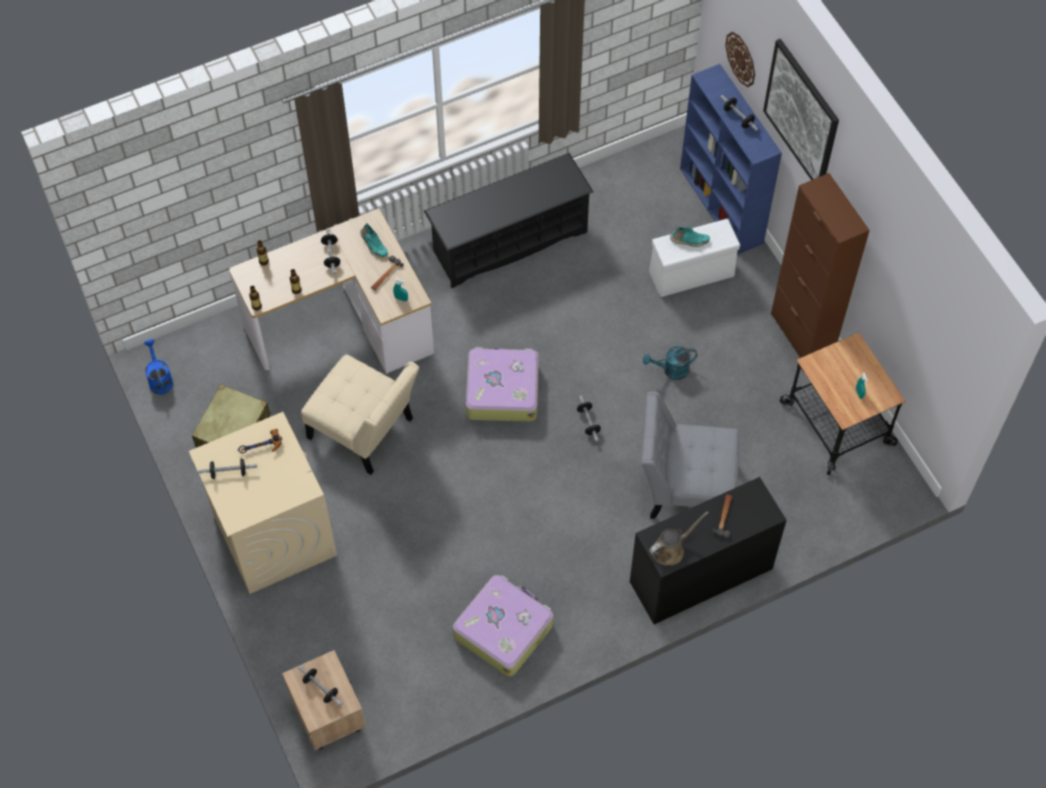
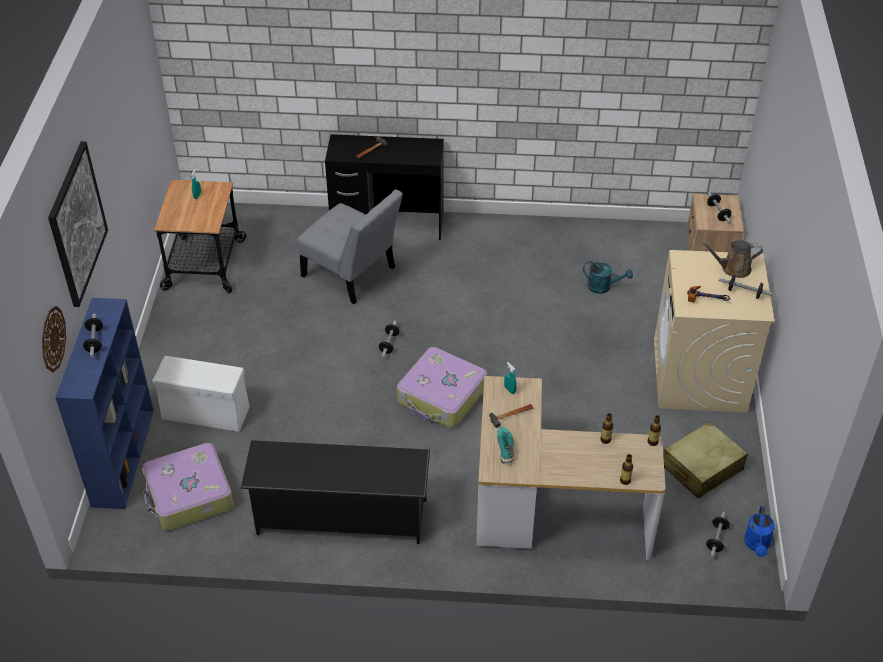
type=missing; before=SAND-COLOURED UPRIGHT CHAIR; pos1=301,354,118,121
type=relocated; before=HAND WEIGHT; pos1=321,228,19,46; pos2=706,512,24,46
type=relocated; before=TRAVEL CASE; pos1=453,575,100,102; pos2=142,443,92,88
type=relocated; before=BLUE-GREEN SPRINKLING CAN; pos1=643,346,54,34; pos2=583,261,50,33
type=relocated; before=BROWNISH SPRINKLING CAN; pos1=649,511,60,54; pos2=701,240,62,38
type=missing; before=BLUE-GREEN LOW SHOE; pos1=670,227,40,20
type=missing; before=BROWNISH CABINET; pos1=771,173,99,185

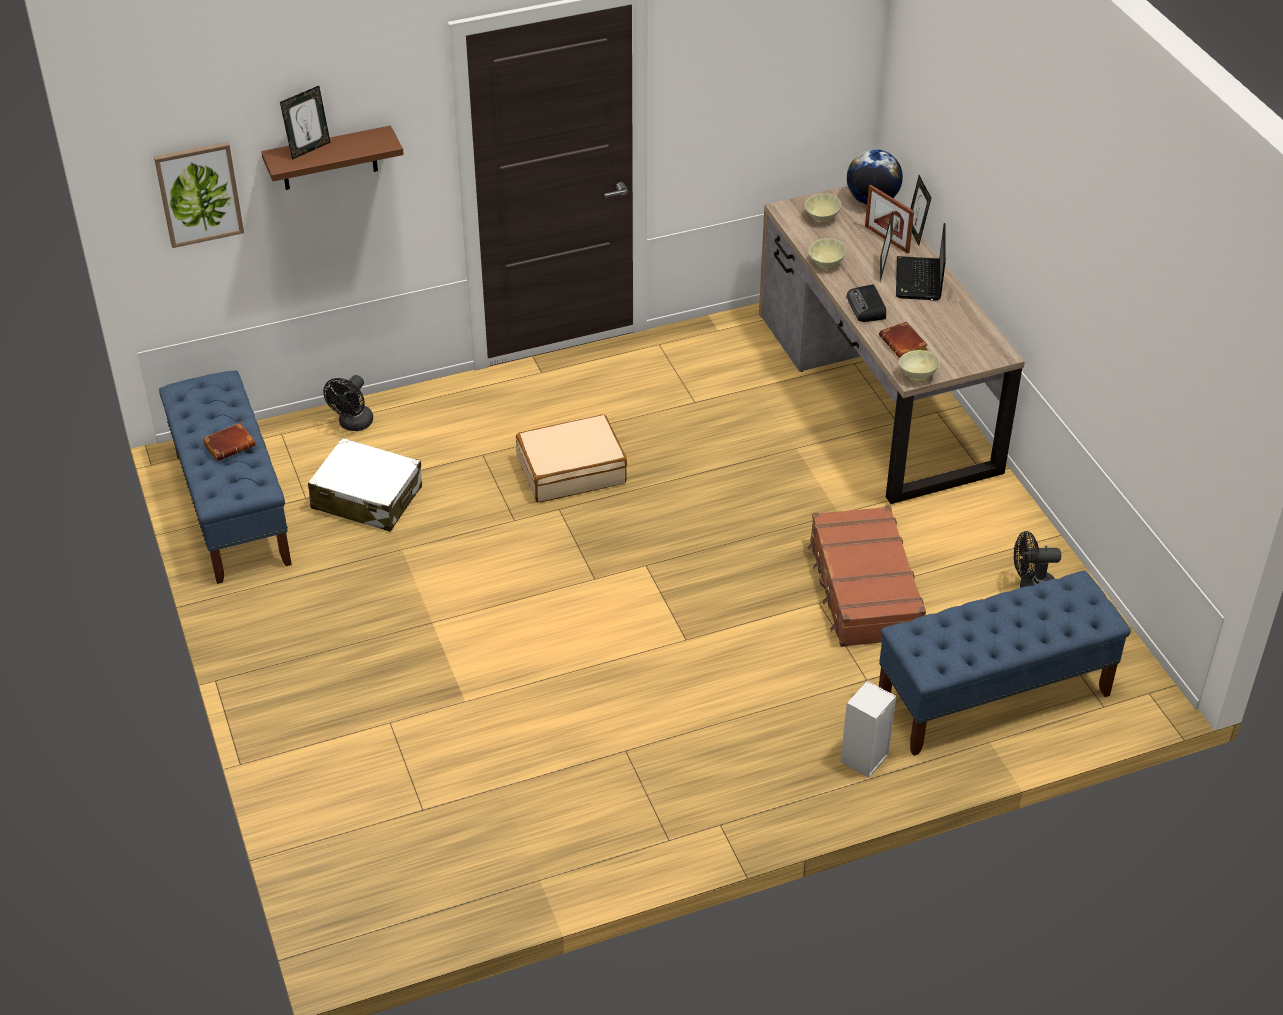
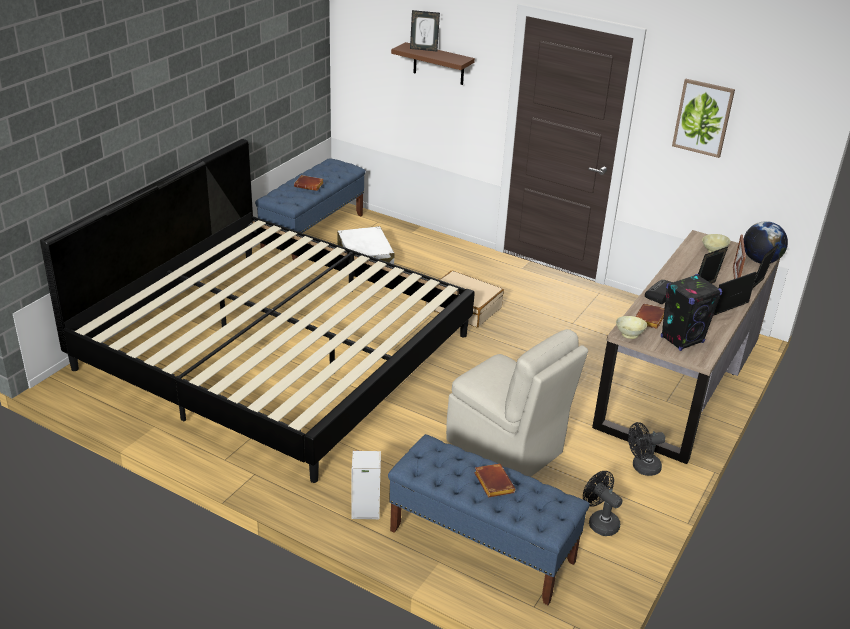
type=relocated; before=WALL PICTURE; pos1=154,142,90,106; pos2=672,79,63,79
type=relocated; before=BLACK ELECTRIC FAN; pos1=323,375,50,56; pos2=628,422,37,54
type=exchanged; before=BROWNISH TRAVEL CASE; after=SAND-COLOURED UPRIGHT CHAIR; pos1=807,506,119,141; pos2=446,329,142,148
type=missing; before=SAND-COLOURED DEEP DISH; pos1=809,238,37,31
type=appeared; after=BED; pos2=40,139,435,344
type=appeared; after=BROWNISH VOLUME; pos2=474,464,42,34
type=appeared; after=BLACK AUDIO SPEAKER; pos2=661,274,61,77

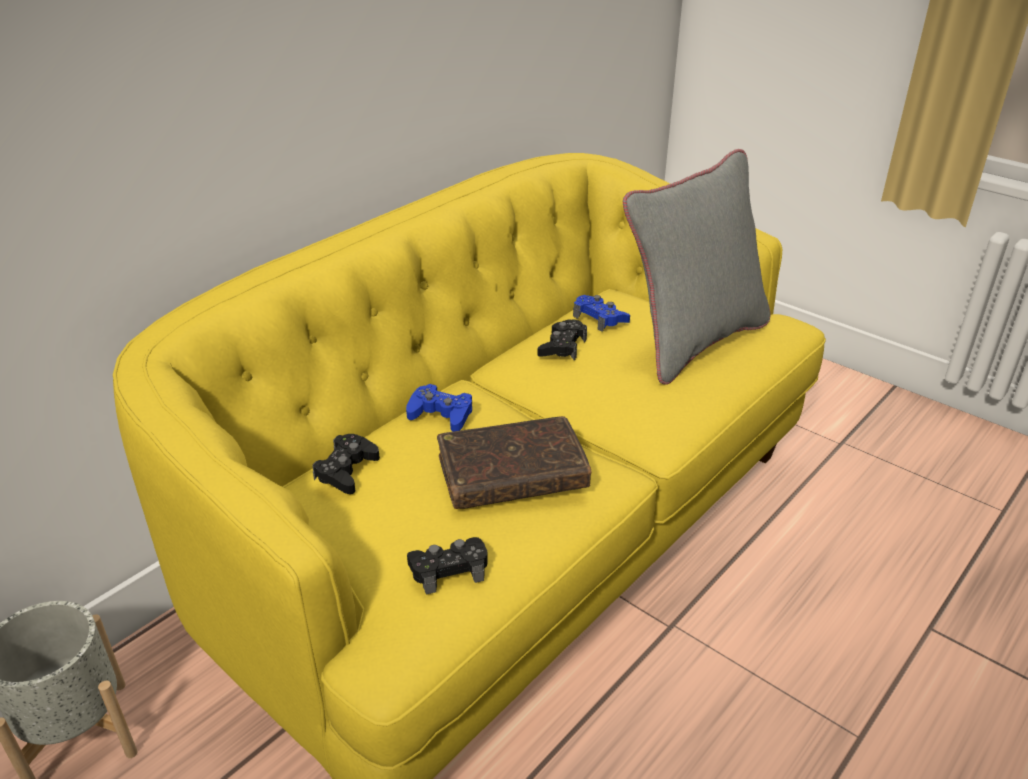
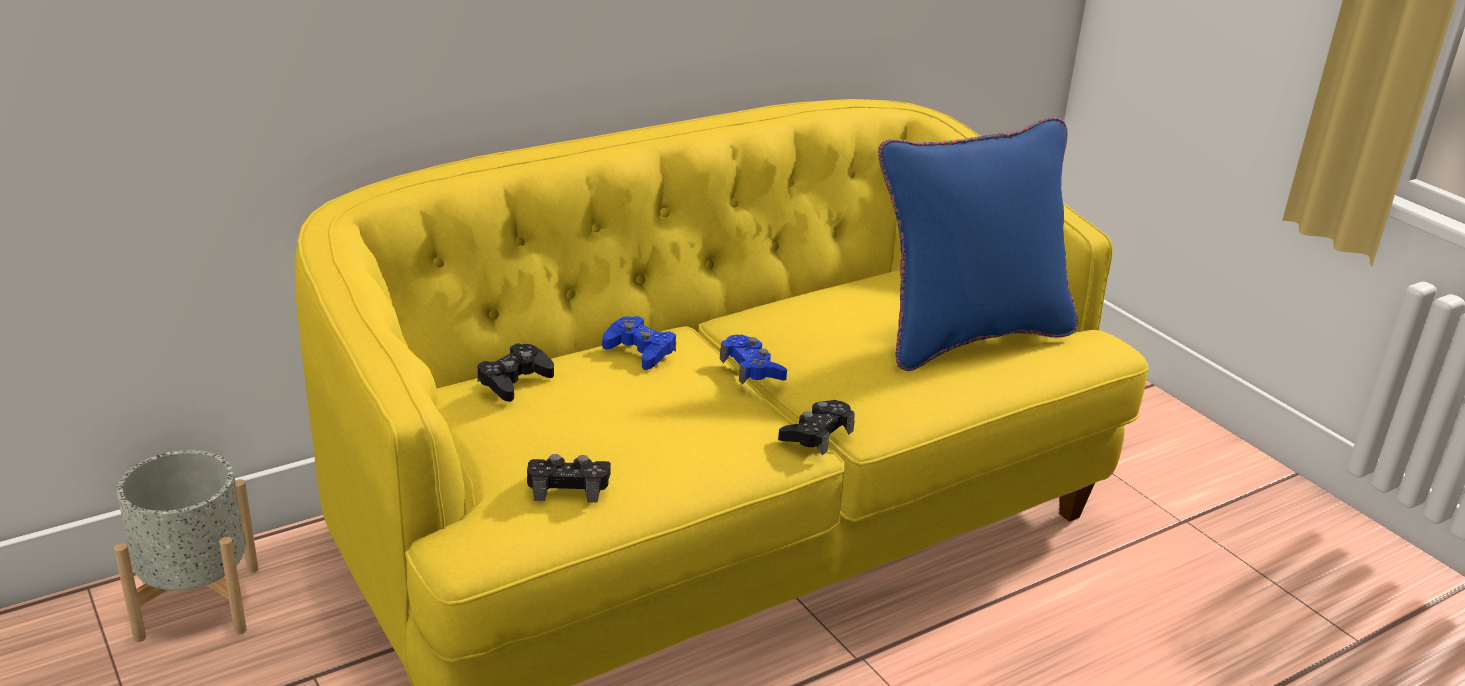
type=missing; before=BROWNISH VOLUME; pos1=437,416,155,93
type=relocated; before=BLACK JOYPAD; pos1=538,319,49,42; pos2=778,400,77,55
type=relocated; before=BLUE-COLOURED JOYPAD; pos1=573,295,57,37; pos2=720,334,67,51
type=colour; before=GREYISH CUSHION; after=BLUE-COLOURED CUSHION; pos1=623,149,148,236; pos2=878,117,200,254

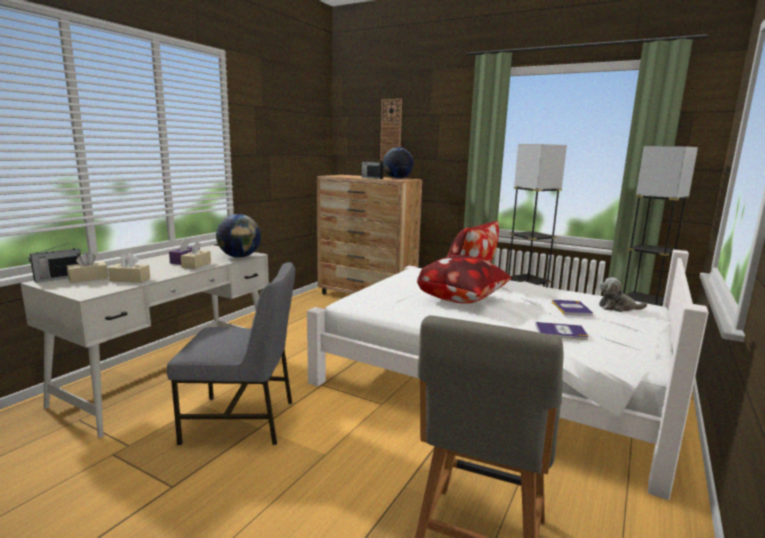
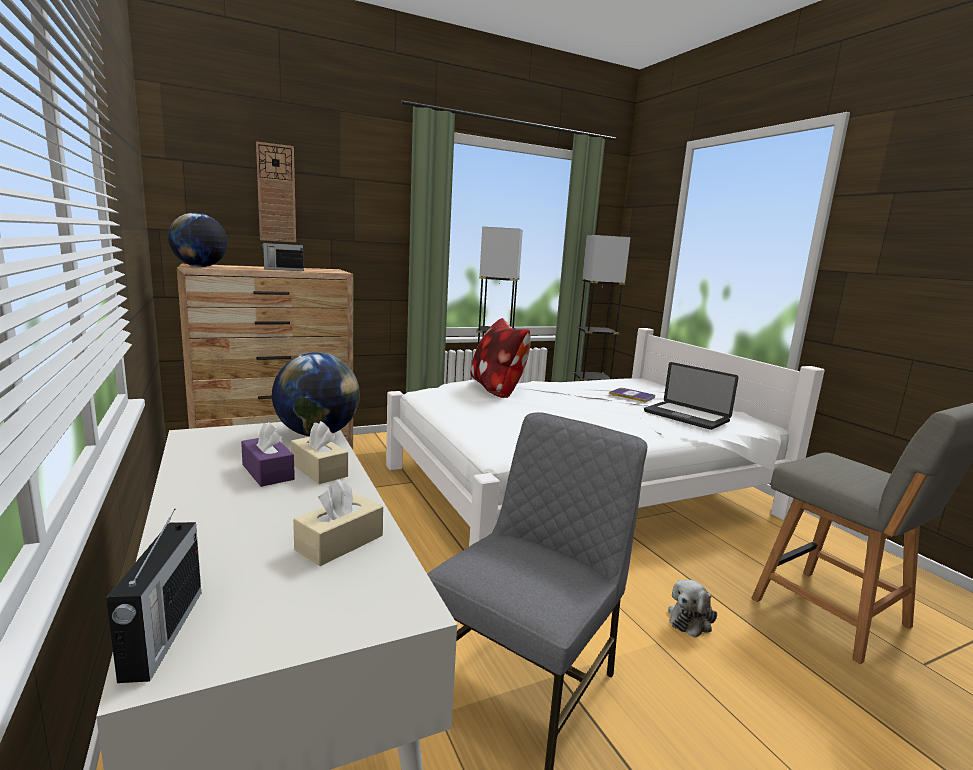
type=missing; before=SAND-COLOURED TISSUE BOX; pos1=67,252,41,31
type=relocated; before=GLOBE; pos1=383,147,31,32; pos2=168,213,59,54
type=missing; before=CUSHION; pos1=417,255,95,49
type=exchanged; before=VOLUME; after=LAPTOP; pos1=535,322,53,18; pos2=644,362,94,68
type=relocated; before=CUDDLY TOY; pos1=599,277,48,35; pos2=668,580,49,58

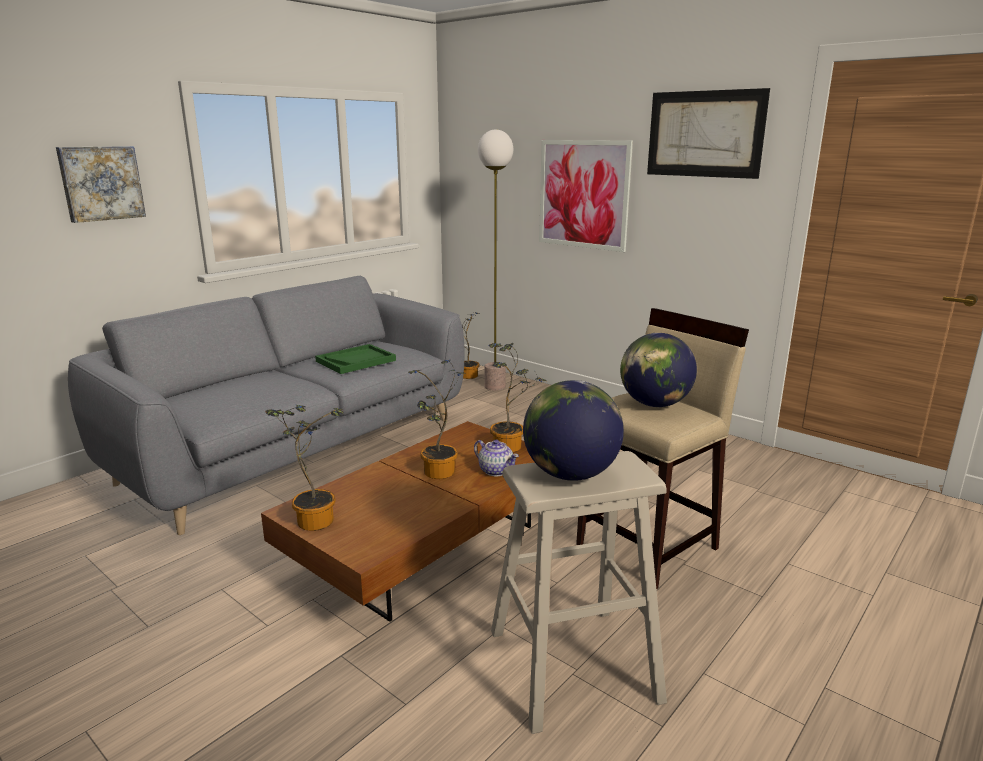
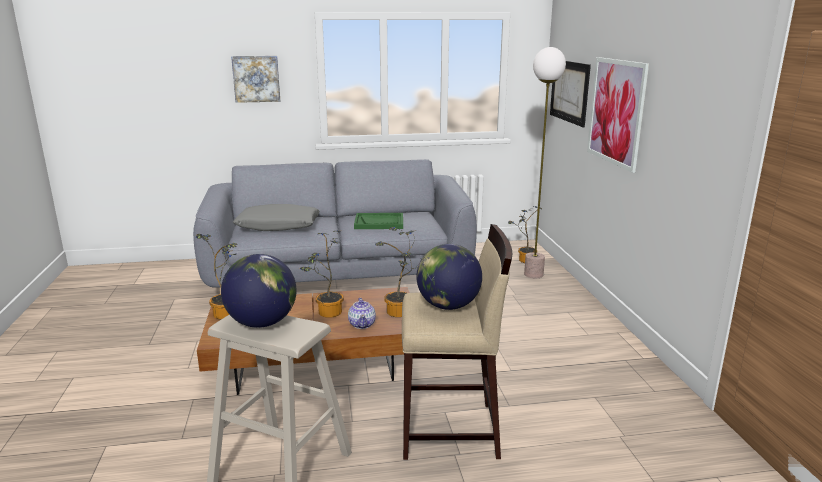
type=relocated; before=WALL PICTURE; pos1=647,88,123,91; pos2=550,61,41,66
type=appeared; after=GREYISH CUSHION; pos2=233,204,87,27

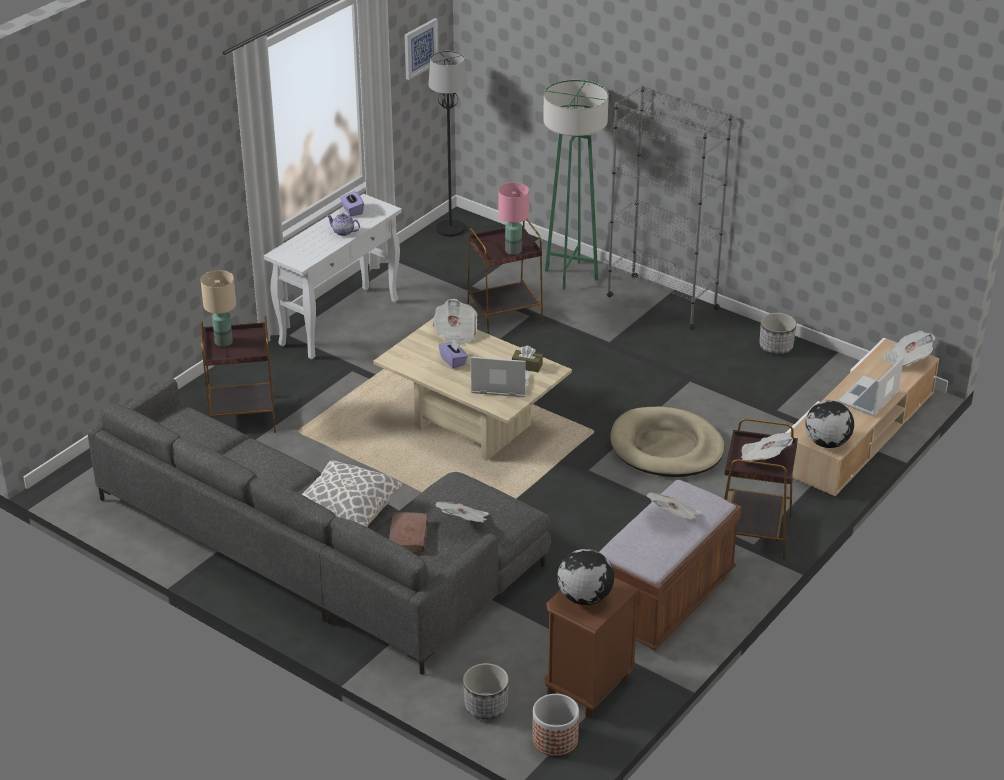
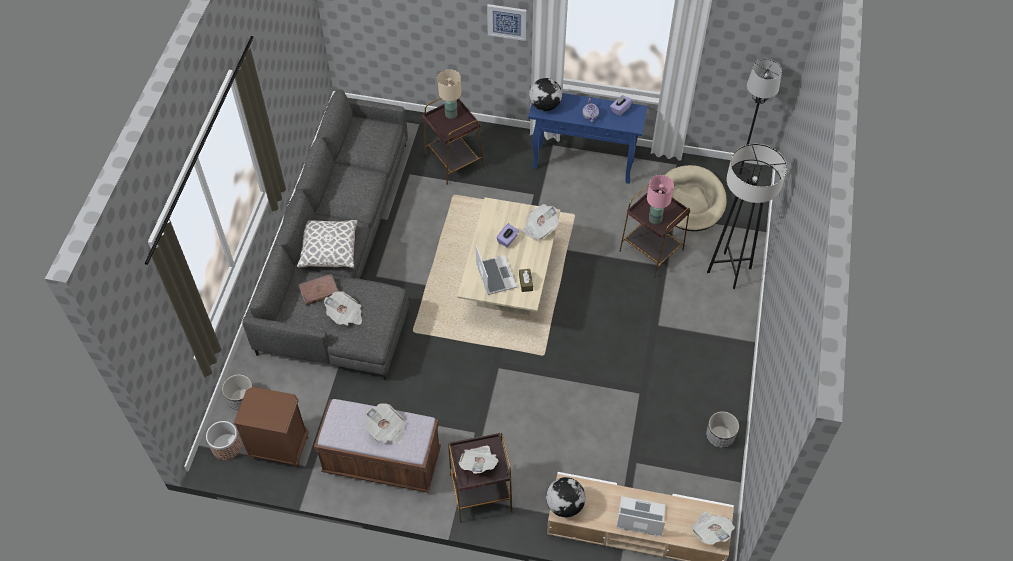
type=colour; before=WHITE HALL TABLE; after=BLUE-COLOURED HALL TABLE; pos1=264,194,138,166; pos2=528,93,119,91
type=relocated; before=WALL PICTURE; pos1=405,18,34,62; pos2=487,4,40,37
type=colour; before=GREEN-COLOURED STANDING LAMP; after=GREYISH STANDING LAMP; pos1=543,80,66,210; pos2=707,144,80,145
type=relocated; before=GLOBE; pos1=557,549,57,56; pos2=529,78,33,33
type=missing; before=GREYISH SHELVING UNIT; pos1=607,85,125,245
type=relocated; before=SAND-COLOURED PET BED; pos1=610,407,115,70; pos2=664,165,63,66

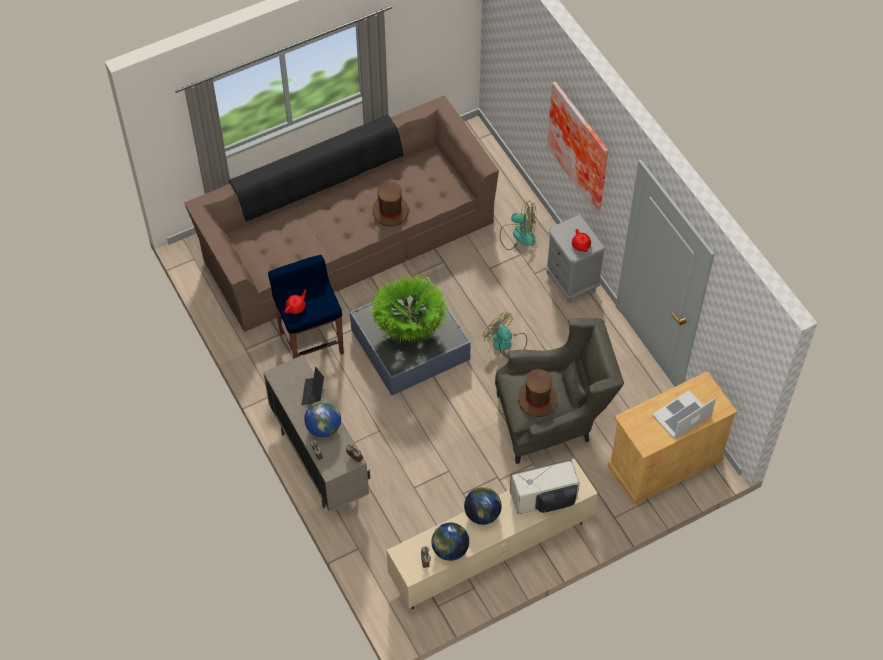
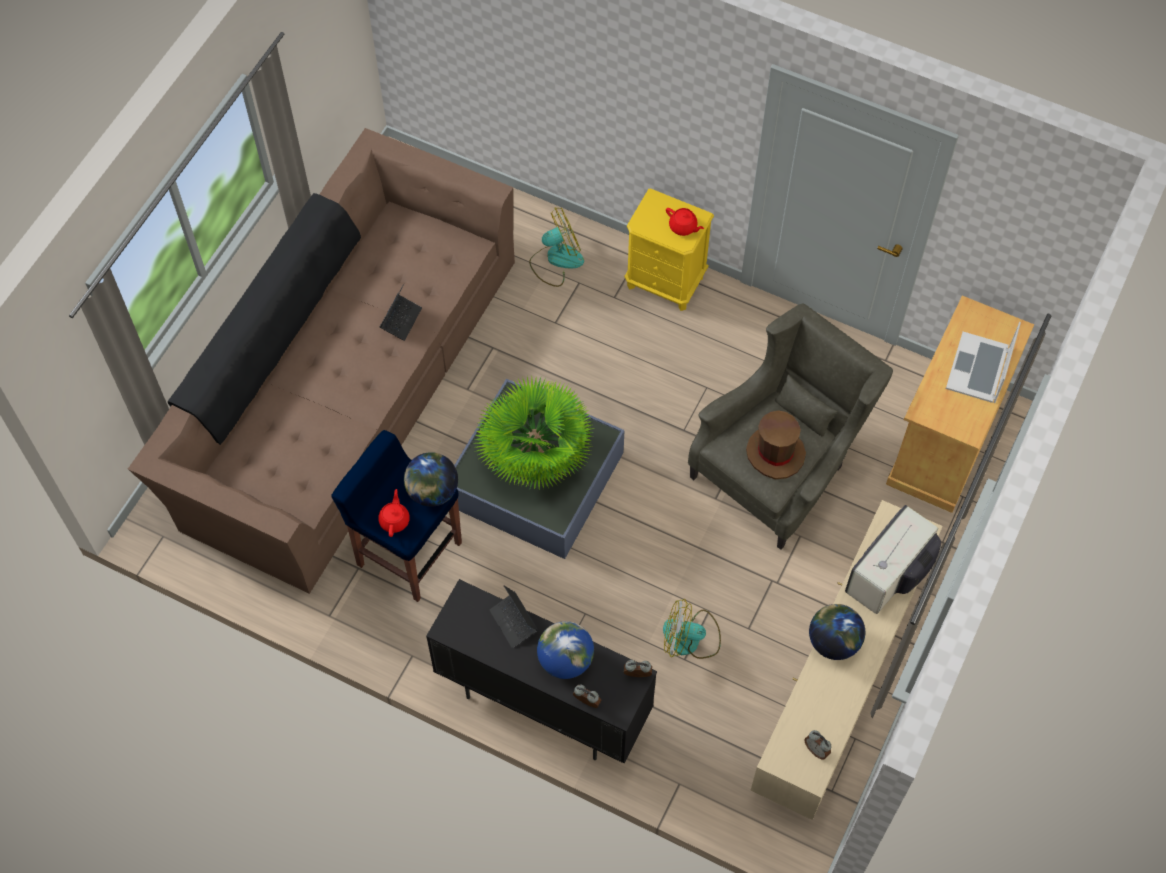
type=colour; before=SAND-COLOURED CABINET; after=BLACK CABINET; pos1=263,355,107,158; pos2=426,579,231,184
type=exchanged; before=BROWNISH HAT; after=LAPTOP; pos1=372,181,37,46; pos2=380,283,42,58
type=relocated; before=GLOBE; pos1=431,523,38,38; pos2=404,452,54,55
type=relocated; before=ELECTRIC FAN; pos1=483,312,44,46; pos2=663,599,58,60
type=colour; before=GREYISH BEDSIDE TABLE; after=YELLOWISH BEDSIDE TABLE; pos1=545,214,60,89; pos2=625,188,89,123
type=missing; before=WALL PICTURE; pos1=547,81,61,134

